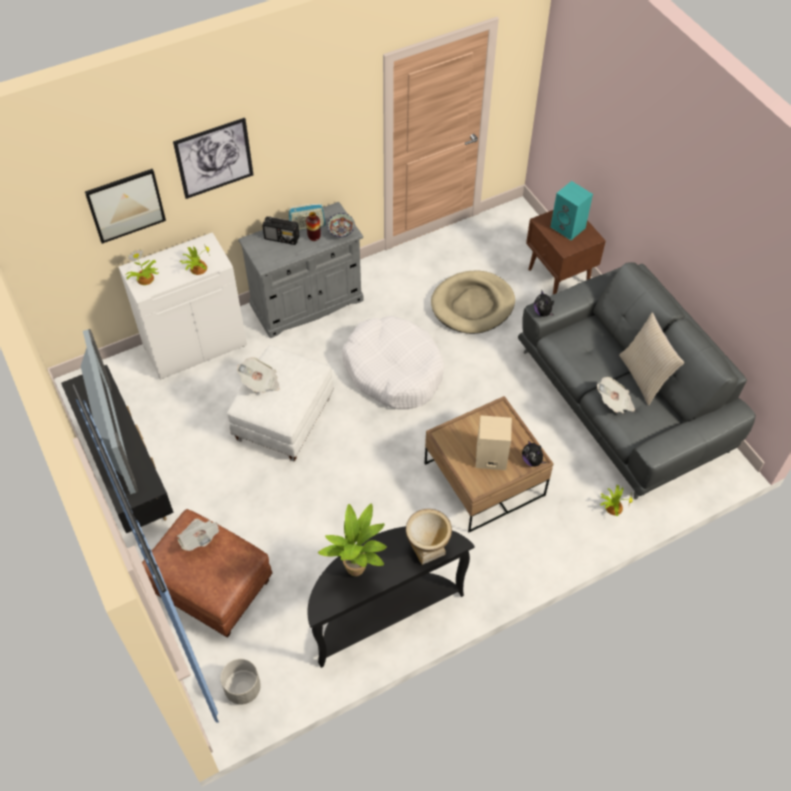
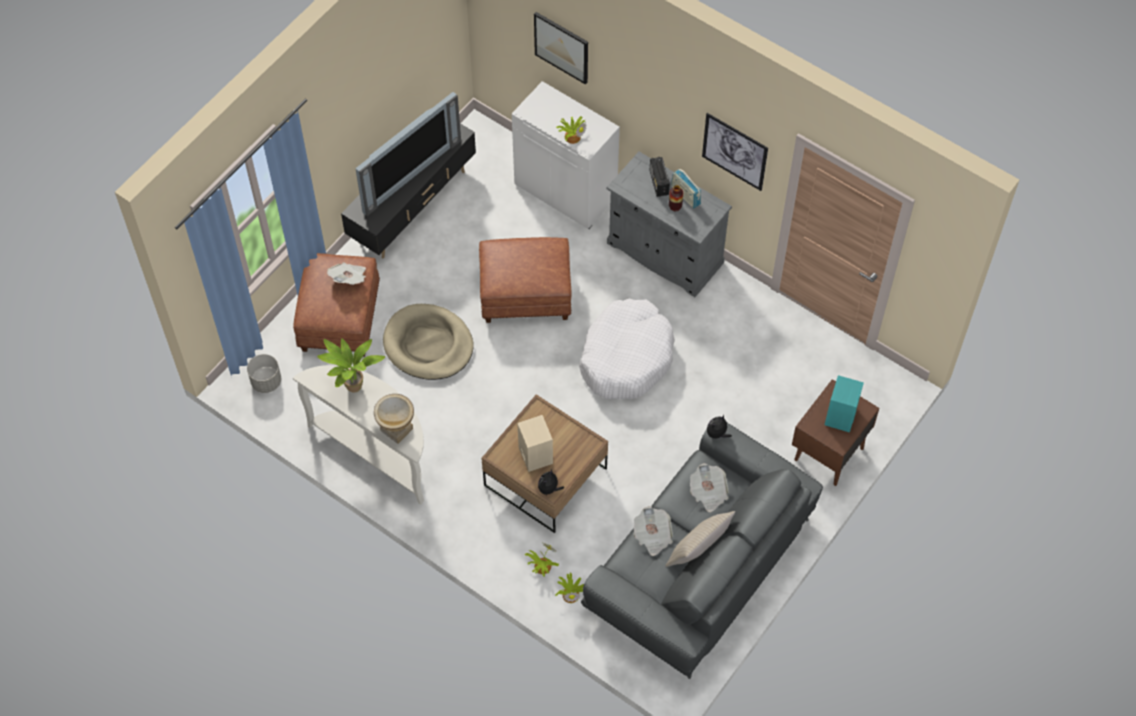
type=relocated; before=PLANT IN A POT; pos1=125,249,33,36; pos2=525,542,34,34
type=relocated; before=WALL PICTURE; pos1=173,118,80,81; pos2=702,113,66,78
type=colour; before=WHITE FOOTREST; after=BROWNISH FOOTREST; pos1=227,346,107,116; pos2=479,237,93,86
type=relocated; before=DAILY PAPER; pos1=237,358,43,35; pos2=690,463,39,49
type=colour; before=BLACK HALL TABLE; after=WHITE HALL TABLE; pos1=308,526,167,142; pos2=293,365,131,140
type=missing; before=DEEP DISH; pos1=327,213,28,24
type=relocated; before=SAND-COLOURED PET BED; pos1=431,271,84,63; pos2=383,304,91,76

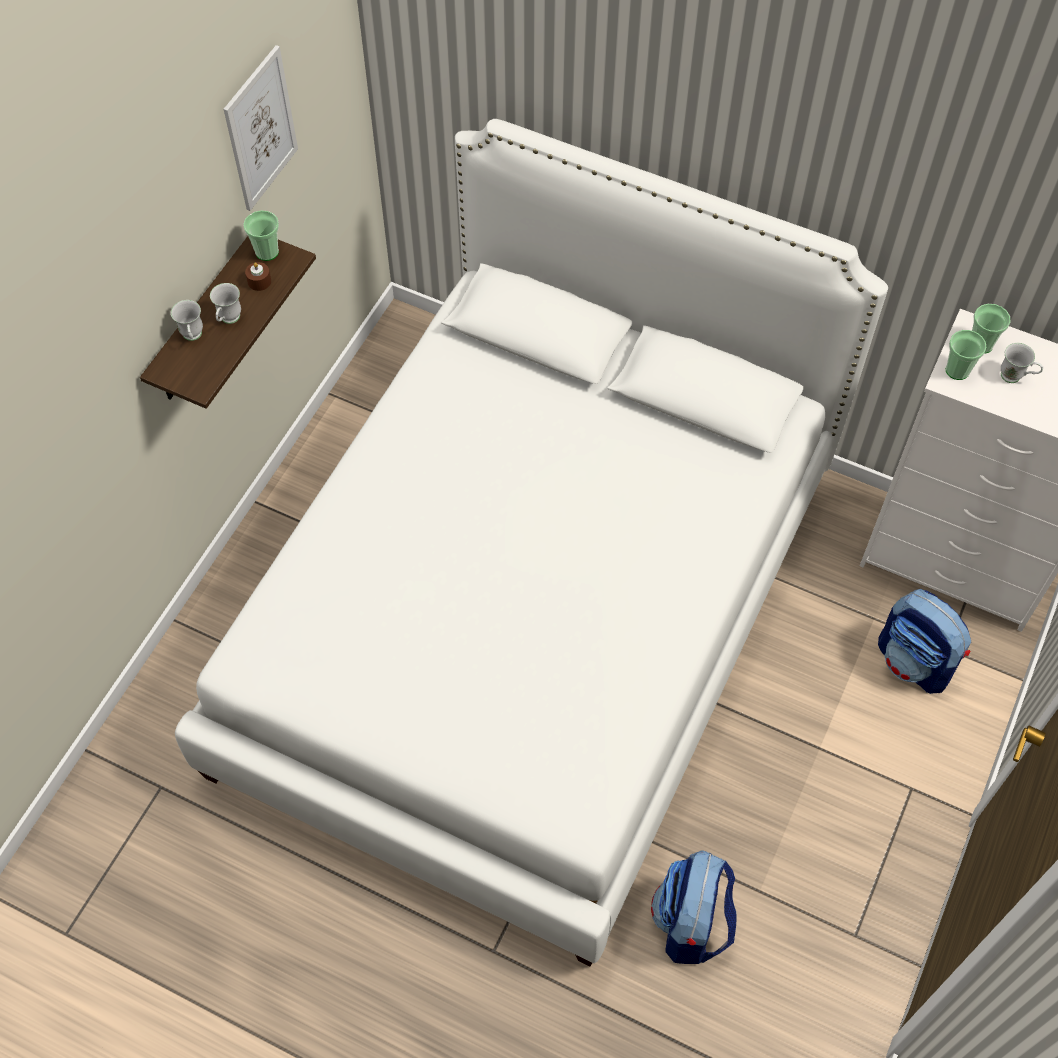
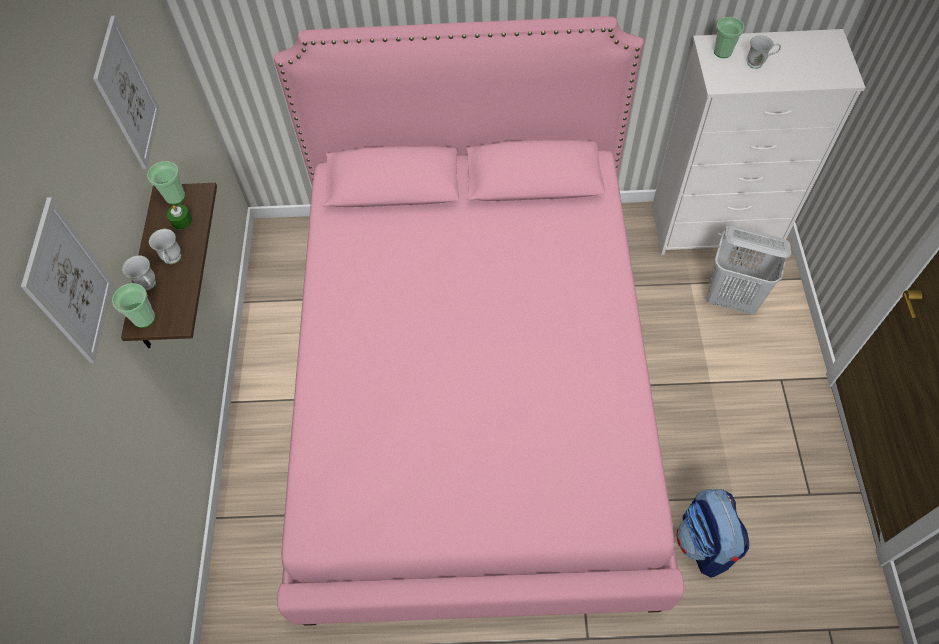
type=colour; before=WHITE BED; after=PINK BED; pos1=175,119,713,847; pos2=274,16,410,610
type=colour; before=BROWNISH WAX LIGHT; after=GREEN-COLOURED WAX LIGHT; pos1=245,262,26,29; pos2=167,205,25,24
type=exchanged; before=BACKPACK; after=WHITE LAUNDRY BASKET; pos1=878,589,93,105; pos2=706,225,85,90
type=relocated; before=CUP; pos1=946,330,41,50; pos2=112,283,43,45
type=appeared; after=WALL PICTURE; pos2=21,197,92,166

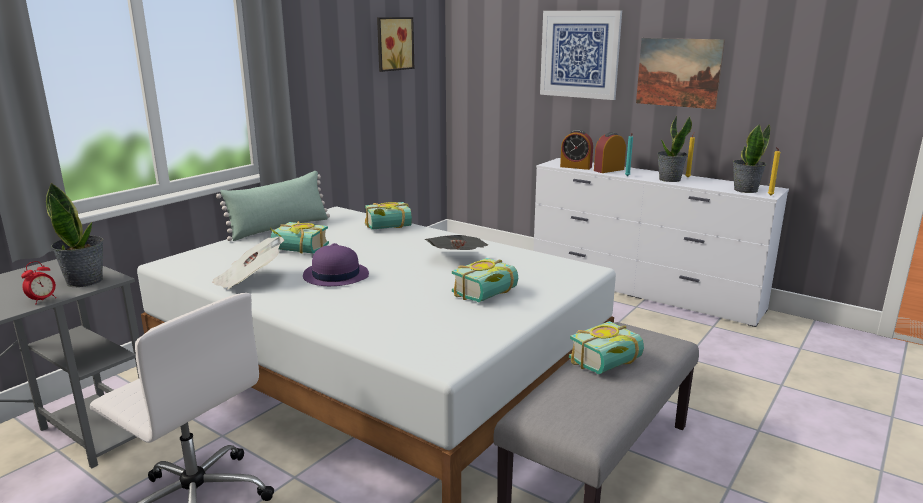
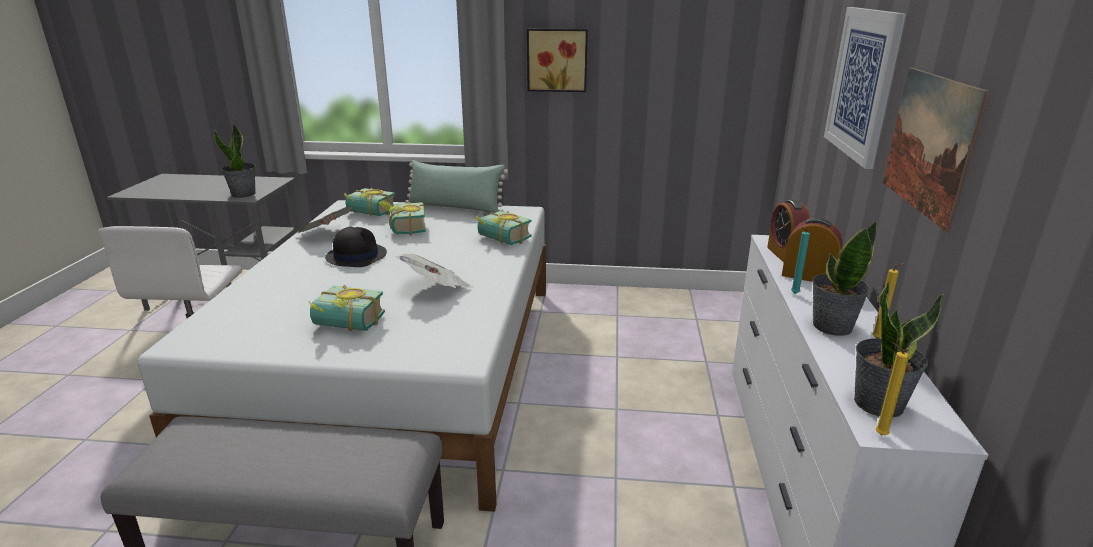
type=missing; before=TABLE CLOCK; pos1=21,261,35,42
type=colour; before=PURPLISH HAT; after=BLACK HAT; pos1=303,243,66,43; pos2=325,226,62,41
type=relocated; before=WALL PICTURE; pos1=377,17,37,55; pos2=527,29,61,63
type=relocated; before=VOLUME; pos1=569,321,75,53; pos2=344,188,51,28

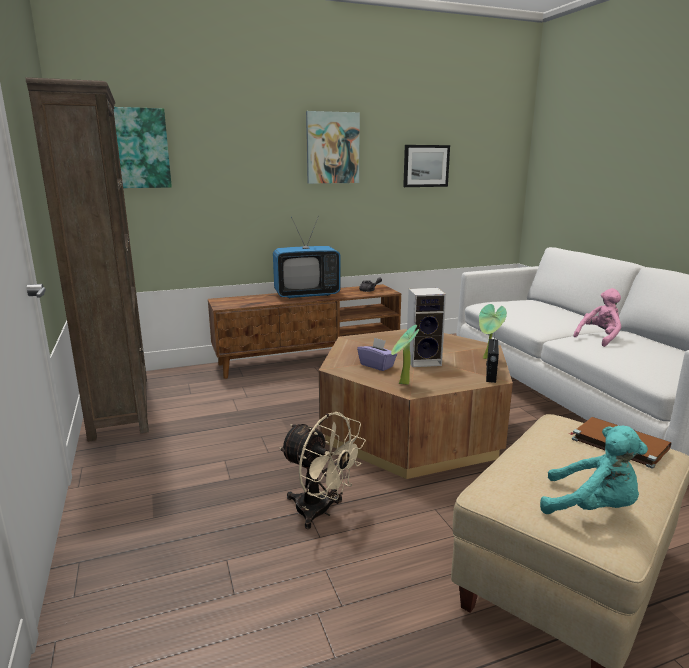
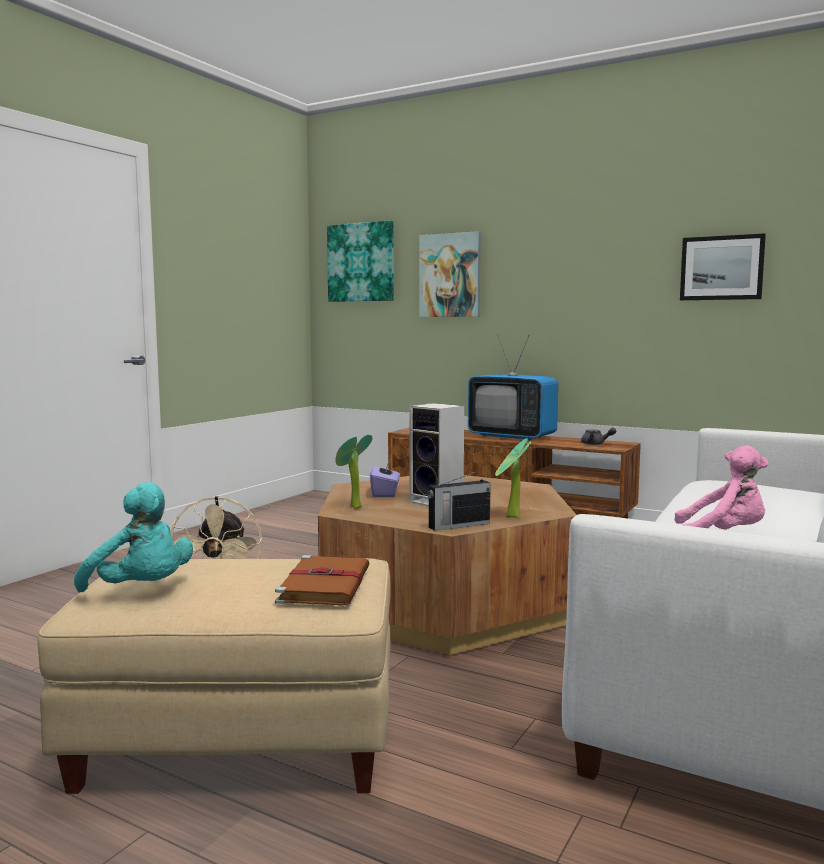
type=missing; before=BROWNISH SHELVING UNIT; pos1=26,77,123,365
type=relocated; before=WALL PICTURE; pos1=306,111,54,73; pos2=419,231,62,86
type=spun; before=BLUE-GREEN CUDDLY TOY; pos1=540,426,108,88; pos2=74,482,119,110; turn=-45

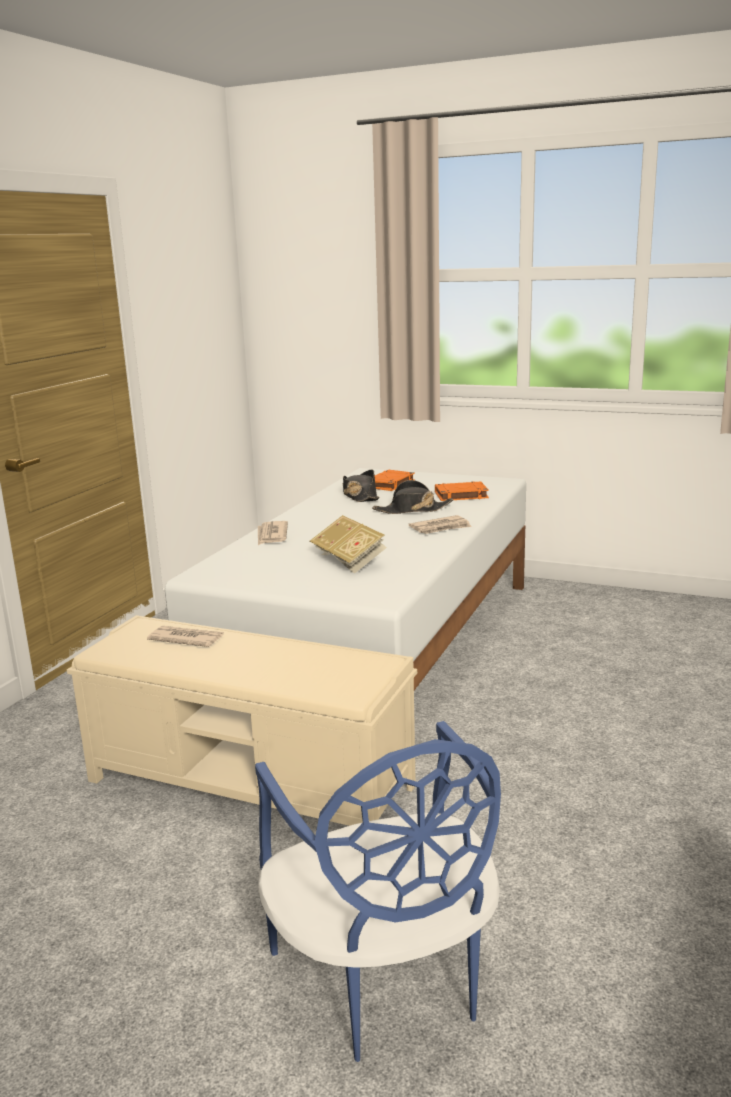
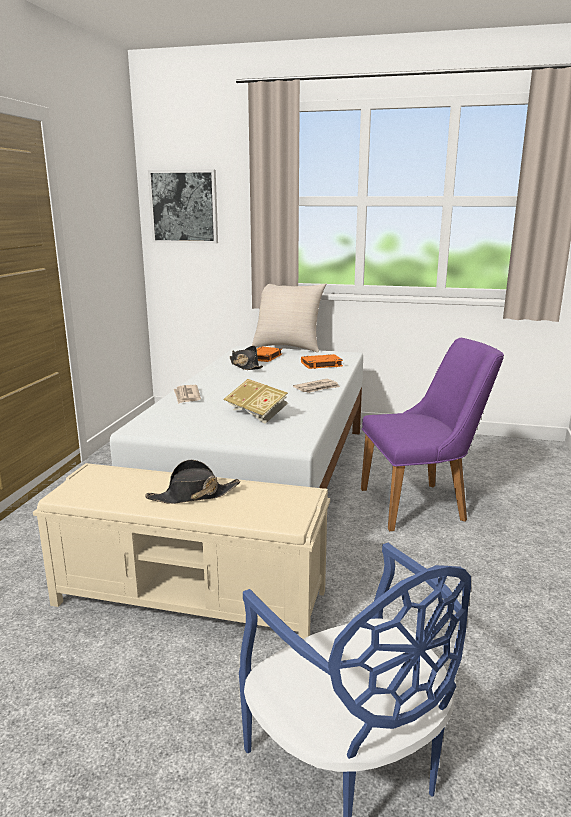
type=missing; before=DAILY PAPER; pos1=147,626,77,21
type=relocated; before=BLACK HAT; pos1=372,480,82,34; pos2=145,460,95,44
type=appeared; after=WALL PICTURE; pos2=148,169,70,74
type=appeared; after=SAND-COLOURED CUSHION; pos2=252,283,74,70
type=appeared; after=PURPLISH UPRIGHT CHAIR; pos2=361,338,143,193

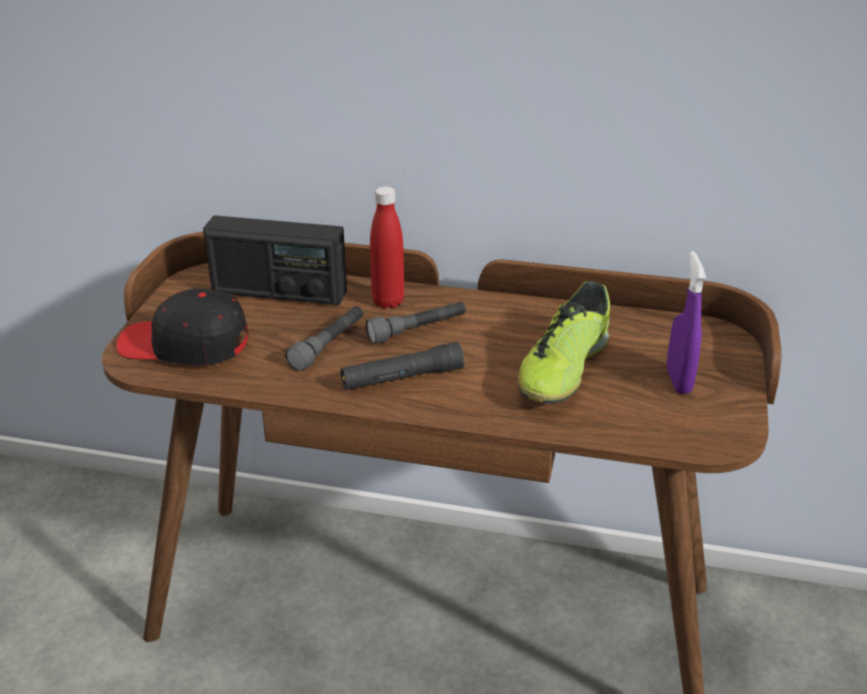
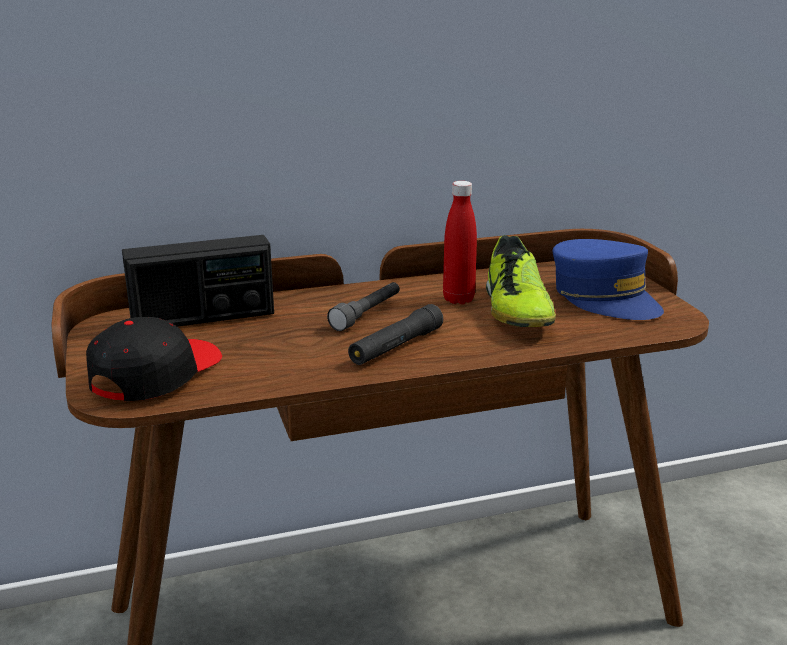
type=spun; before=BLACK CAP; pos1=116,288,133,78; pos2=86,317,136,84; turn=135
type=missing; before=GREYISH HAND TORCH; pos1=285,306,79,65
type=relocated; before=REDDISH BOTTLE; pos1=370,186,35,123; pos2=443,181,34,123
type=exchanged; before=PURPLISH HAND SPRAYER; after=BLUE-COLOURED CAP; pos1=667,251,39,143; pos2=553,239,111,81

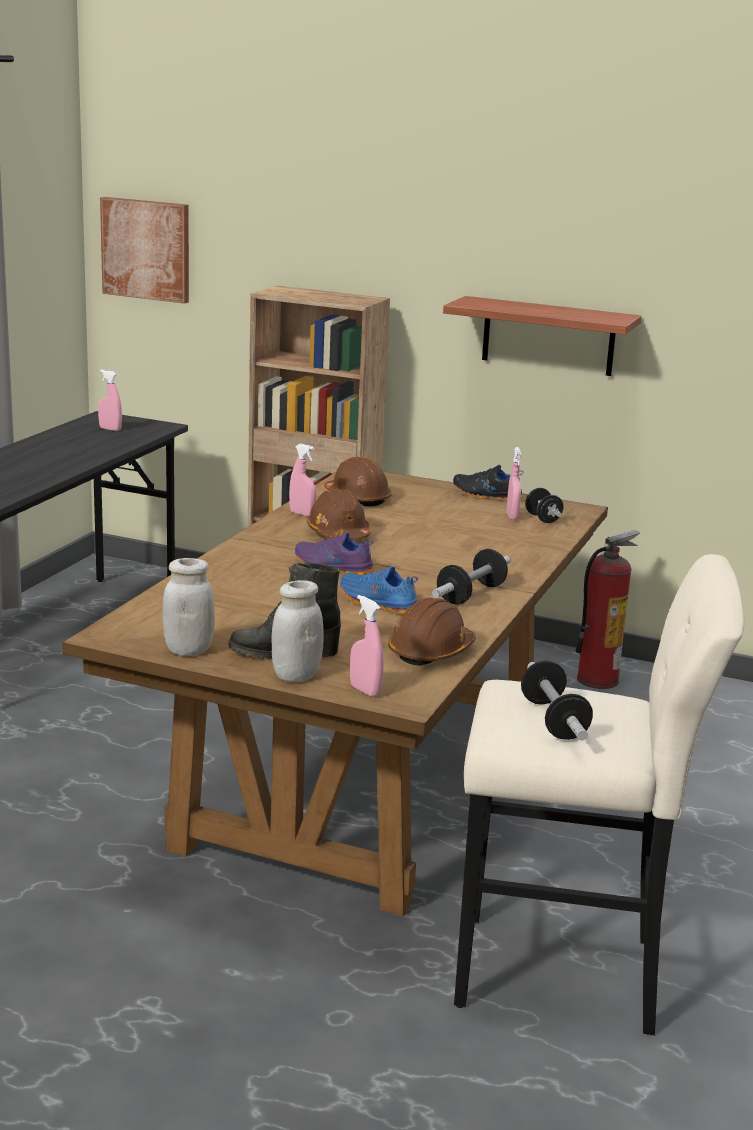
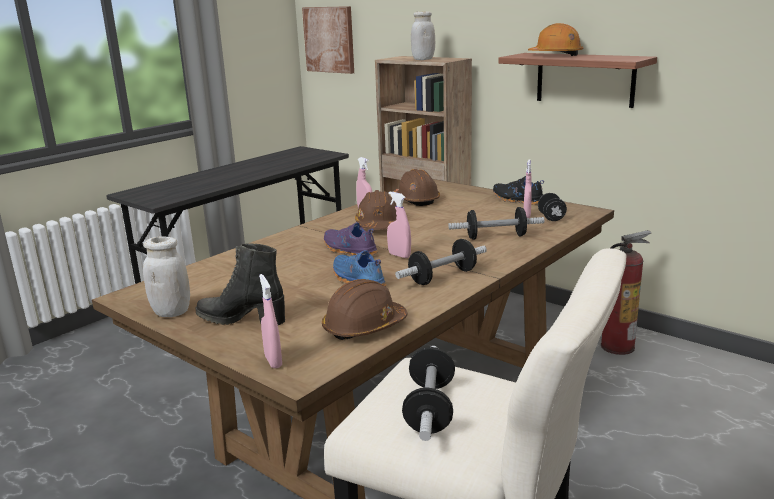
type=relocated; before=PINK HAND SPRAYER; pos1=98,370,24,61; pos2=387,191,24,67
type=relocated; before=WHITE PRESERVE JAR; pos1=271,580,52,102; pos2=411,11,24,49
type=appeared; after=HAND WEIGHT; pos2=448,207,96,33
type=appeared; after=ORANGE WORK HELMET; pos2=528,23,55,33

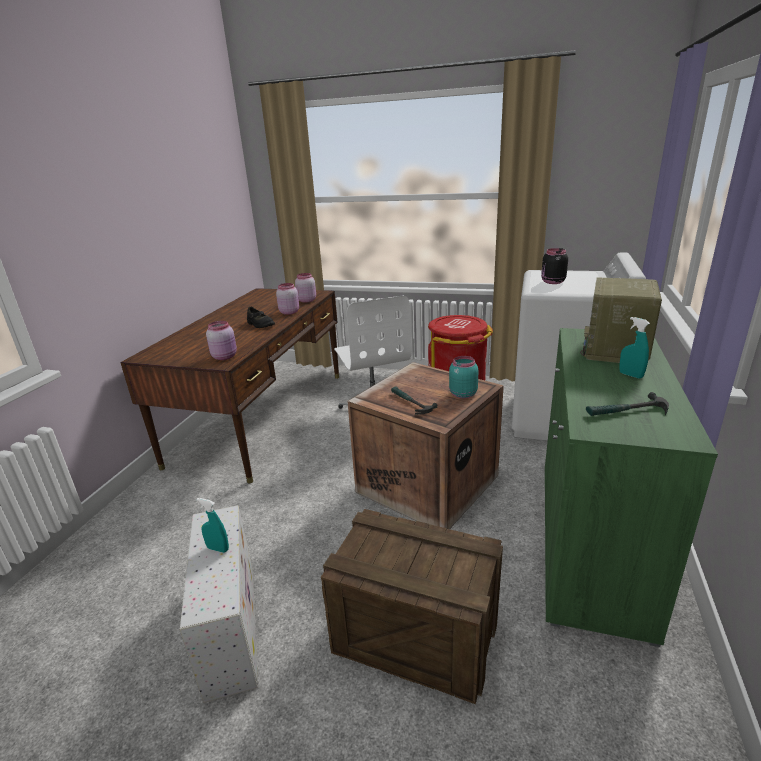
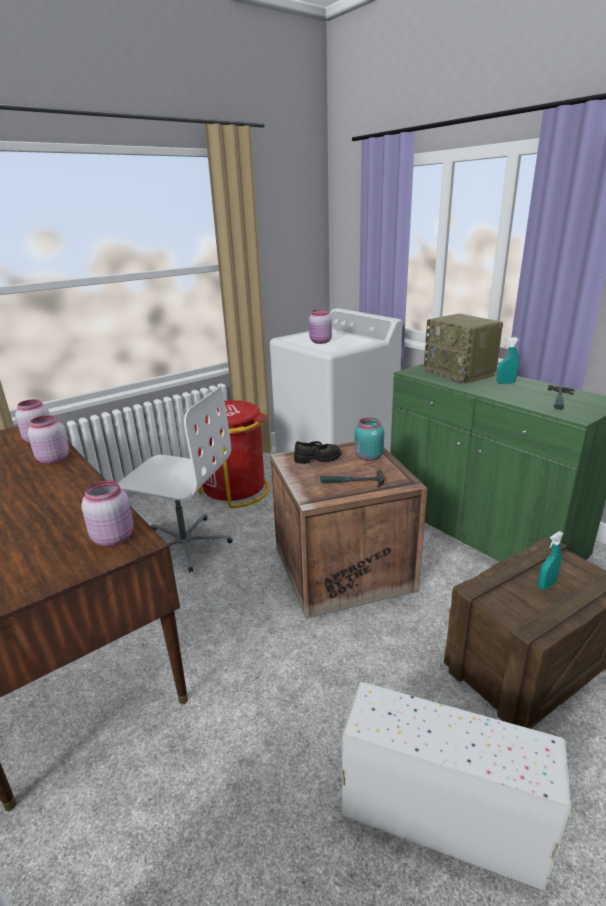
type=relocated; before=BLUE-GREEN HAND SPRAYER; pos1=196,498,33,55; pos2=538,531,26,59
type=relocated; before=BLACK LOW SHOE; pos1=247,307,28,21; pos2=294,441,48,23
type=colour; before=BLACK PRESERVE JAR; after=PINK PRESERVE JAR; pos1=541,248,27,36; pos2=309,309,23,35

